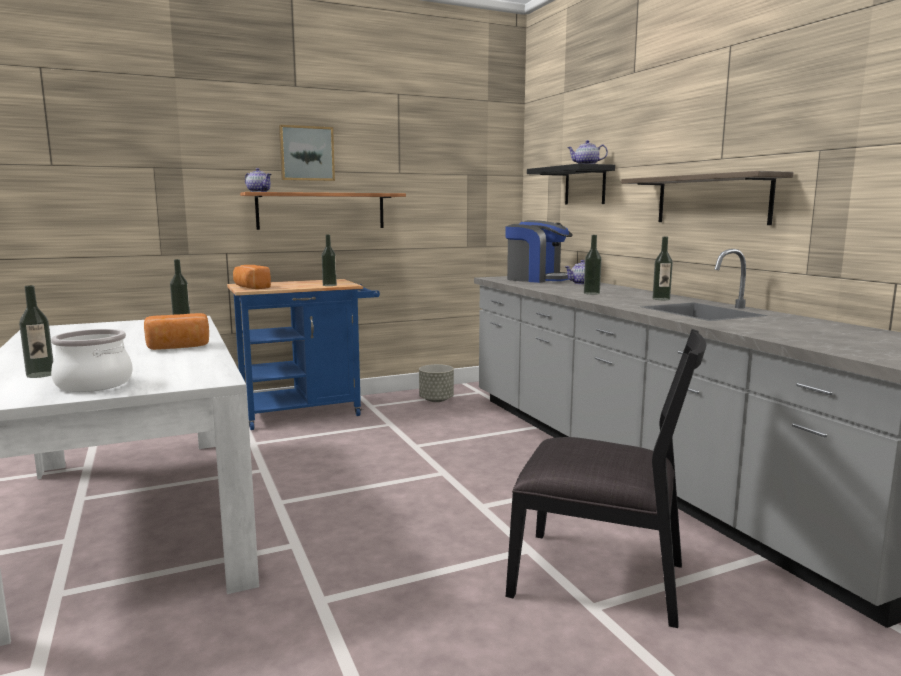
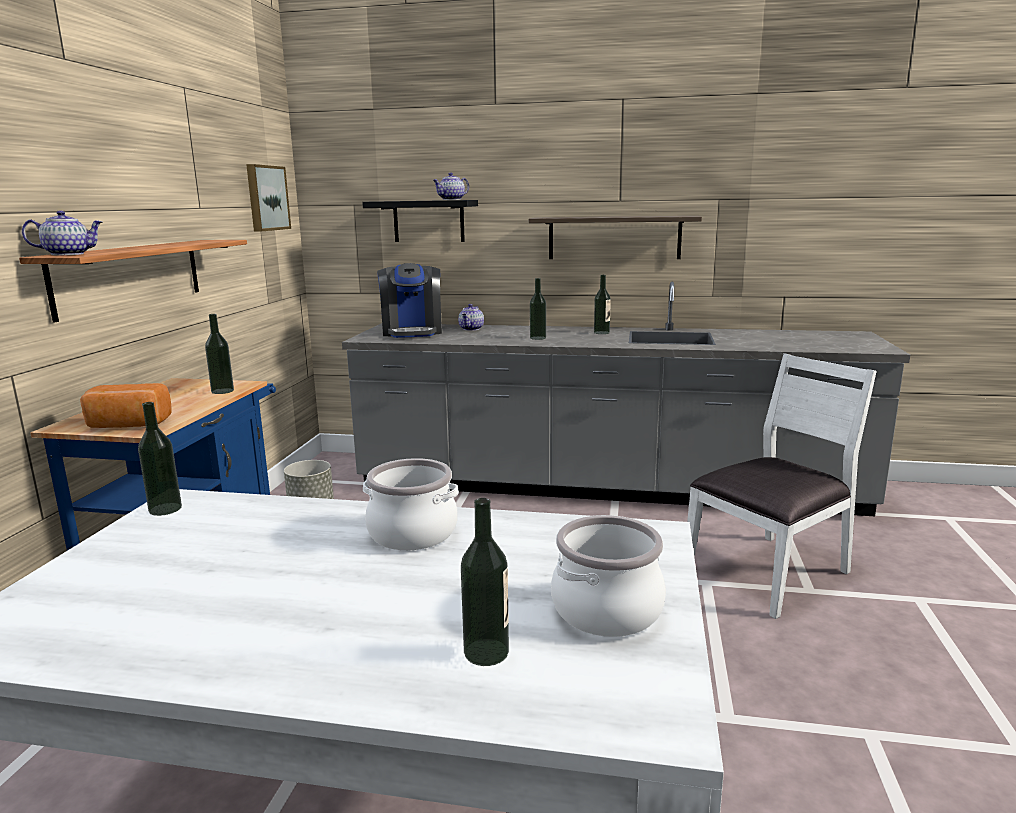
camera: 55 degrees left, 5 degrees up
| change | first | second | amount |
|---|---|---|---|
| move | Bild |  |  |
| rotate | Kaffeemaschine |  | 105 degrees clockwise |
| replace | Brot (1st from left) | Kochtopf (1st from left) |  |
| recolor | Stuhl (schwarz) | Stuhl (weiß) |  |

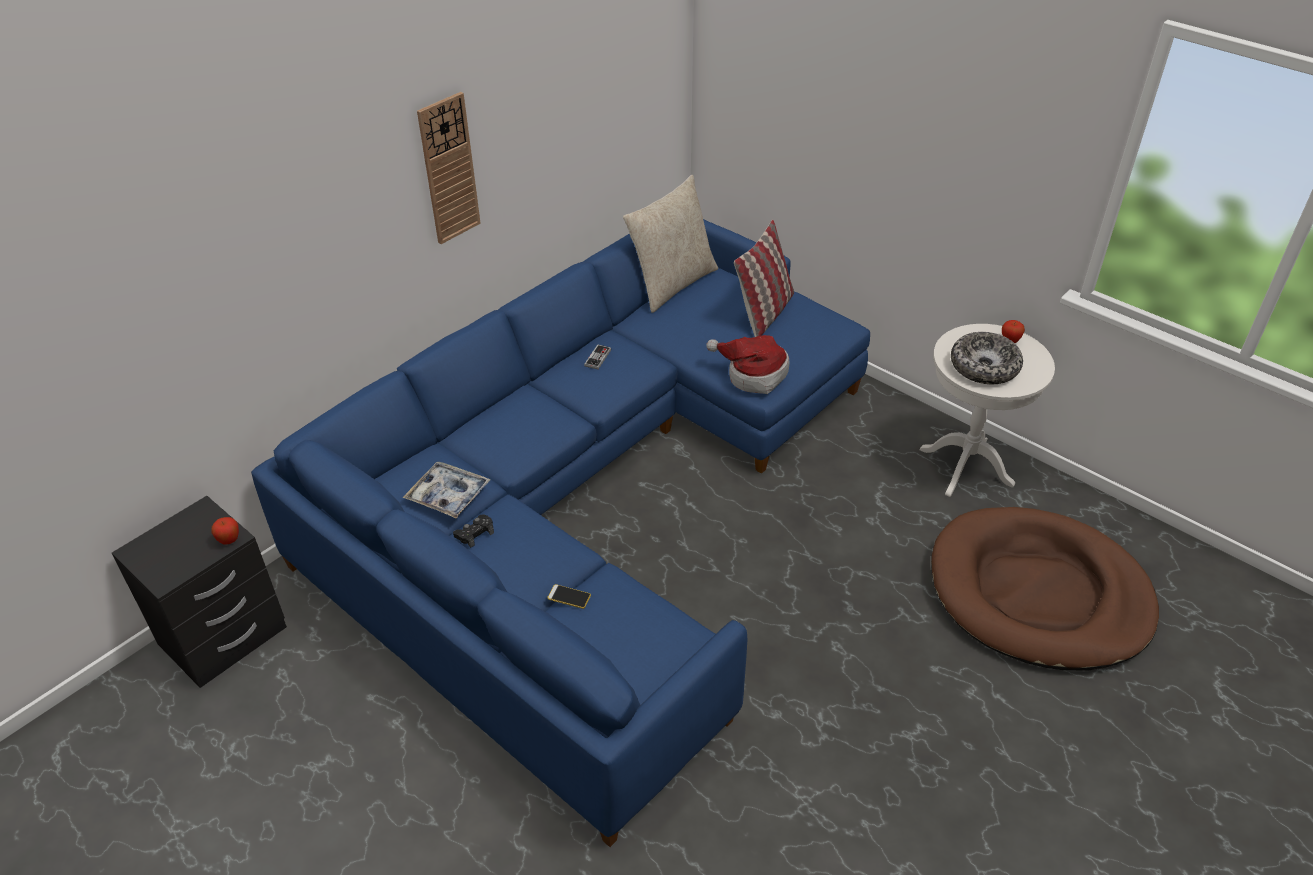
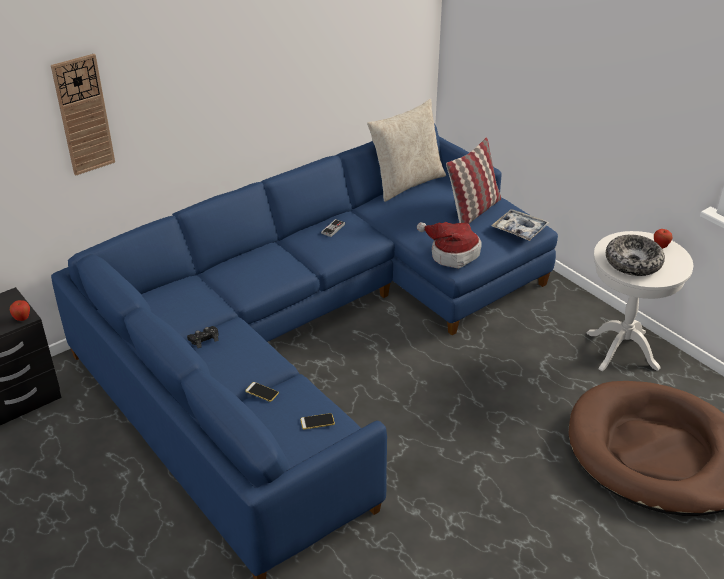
camera: 10 degrees right, 5 degrees down
| change | first | second | amount |
|---|---|---|---|
| move | Wanduhr |  |  |
| move | Tablett |  |  |
| insert |  | Handy (2nd from left) |  |

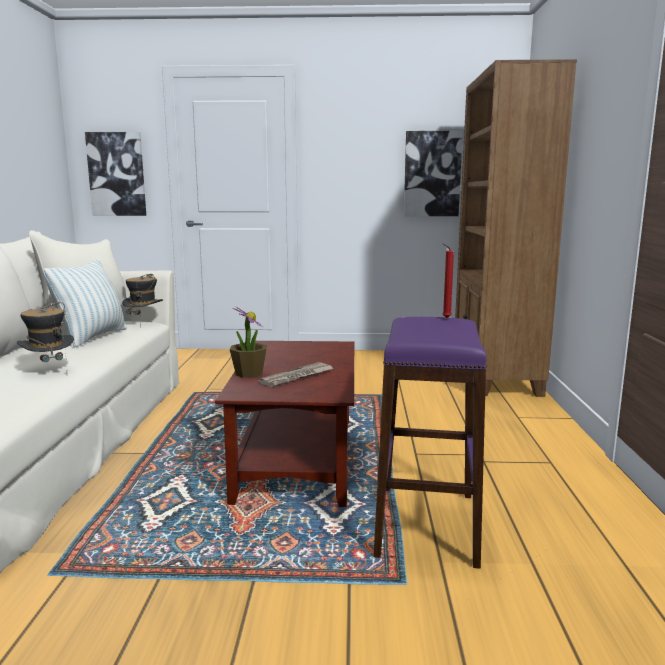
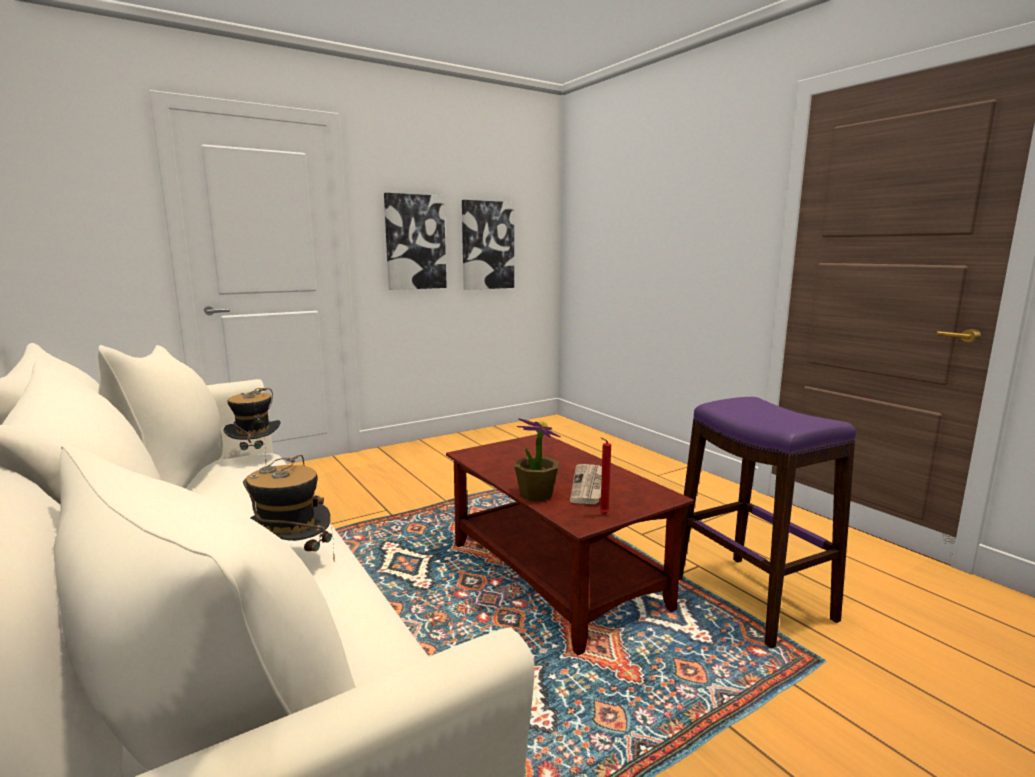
camera: 35 degrees left, 0 degrees up
| change | first | second | amount |
|---|---|---|---|
| delete | Bücherregal (braun) |  |  |
| move | Bild (1st from left) |  |  |
| move | Kerze (rot) |  |  |
| delete | Kissen |  |  |

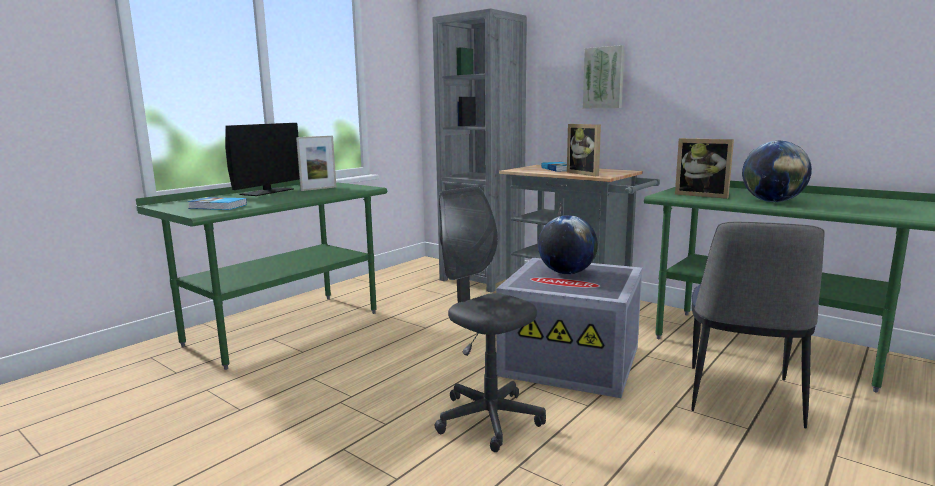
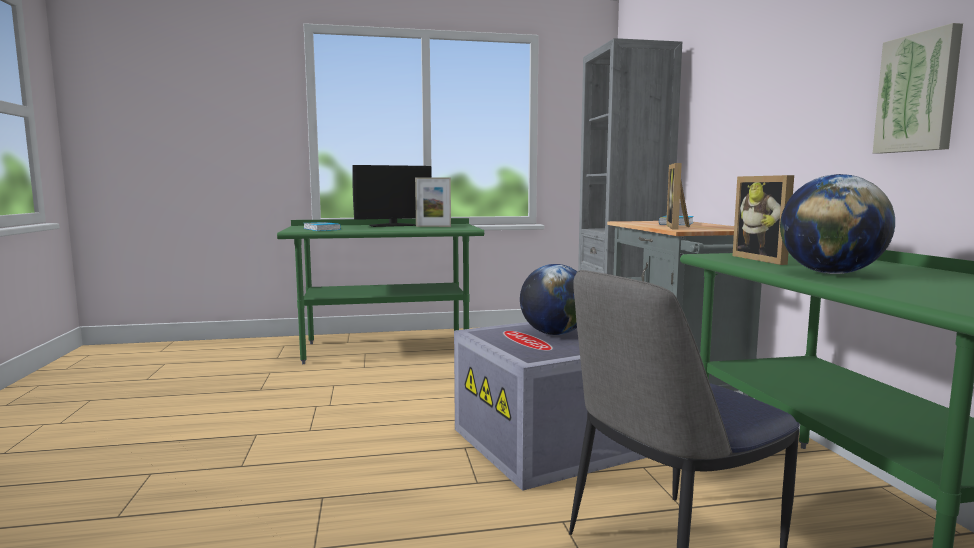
camera: 40 degrees right, 5 degrees down
| change | first | second | amount |
|---|---|---|---|
| move | Bild |  |  |
| delete | Bürostuhl (grau) |  |  |

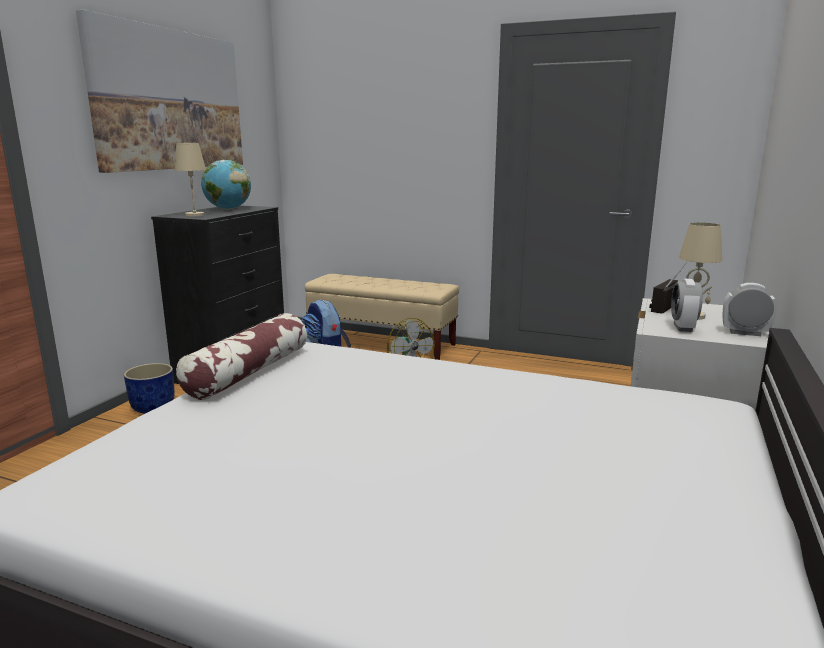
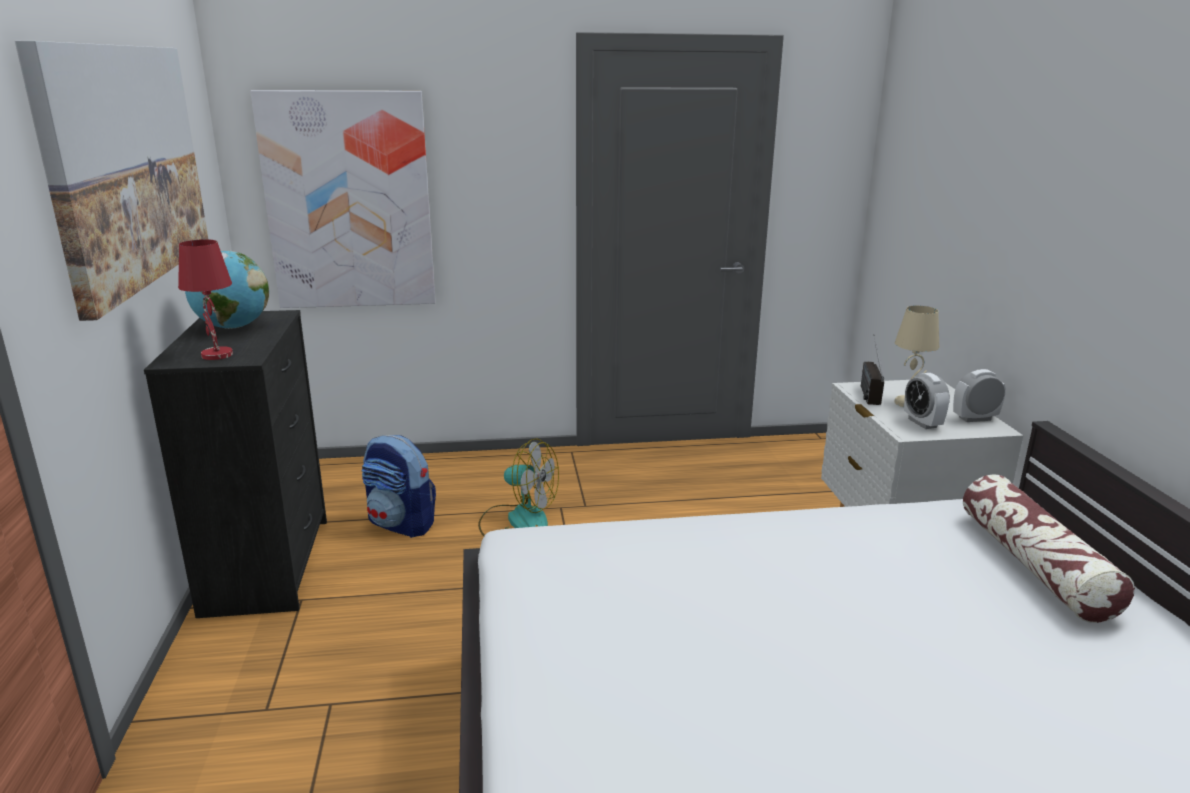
camera: 30 degrees left, 5 degrees up
| change | first | second | amount |
|---|---|---|---|
| recolor | Tischlampe (beige) (1st from left) | Tischlampe (rot) |  |
| delete | Bank (beige) |  |  |
| move | Kissen |  |  |
| delete | Pflanzkübel (blau) |  |  |
| insert |  | Bild (2nd from left) |  |

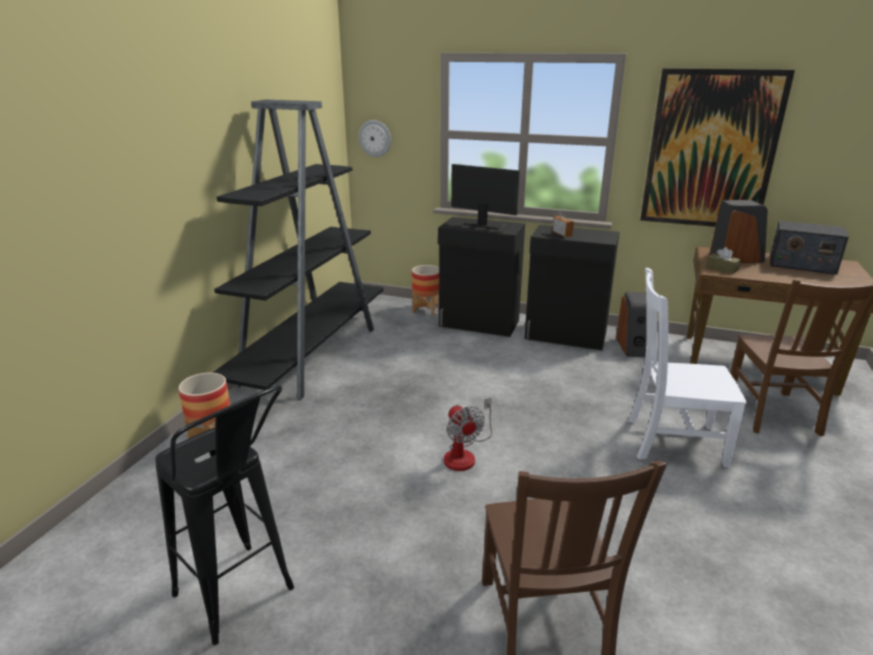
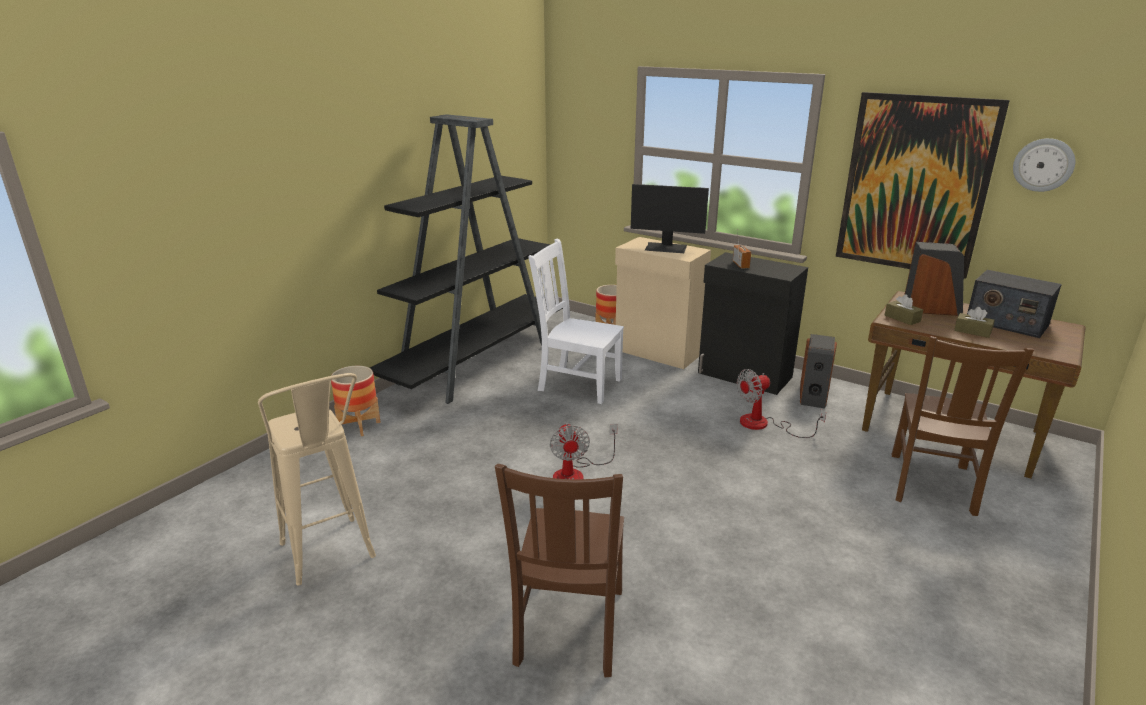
camera: 15 degrees right, 0 degrees up
| change | first | second | amount |
|---|---|---|---|
| move | Wanduhr |  |  |
| rotate | Monitor |  | 150 degrees clockwise |
| recolor | Schrank (schwarz) (1st from left) | Schrank (beige) |  |
| move | Stuhl (weiß) |  |  |
| recolor | Hocker (schwarz) | Hocker (beige) |  |
| insert |  | Taschentuchbox (braun) (2nd from left) |  |
| insert |  | Ventilator (2nd from left) |  |

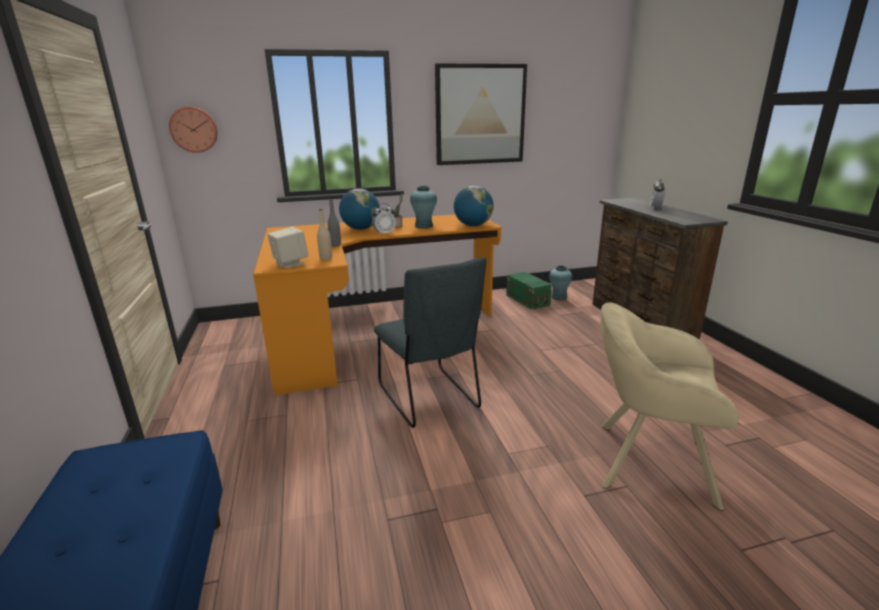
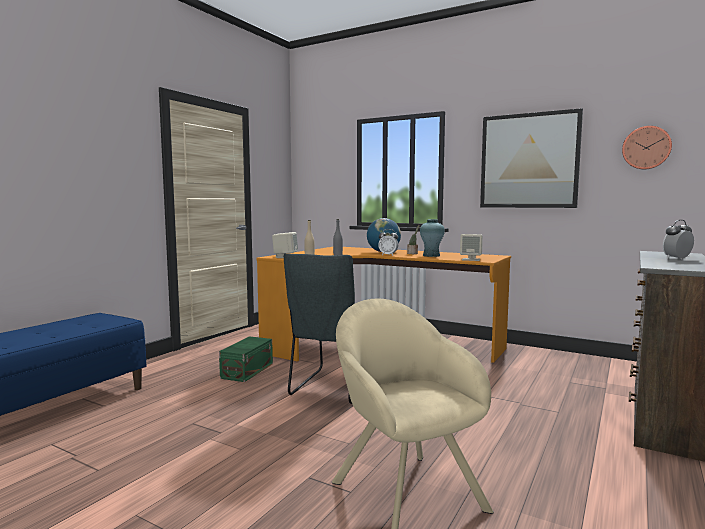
camera: 45 degrees right, 15 degrees down
| change | first | second | amount |
|---|---|---|---|
| move | Wanduhr |  |  |
| replace | Globus (2nd from left) | Lautsprecher (beige) (2nd from left) |  |
| delete | Vase (türkis) (2nd from left) |  |  |
| move | Aufbewahrungsbox (grün) |  |  |

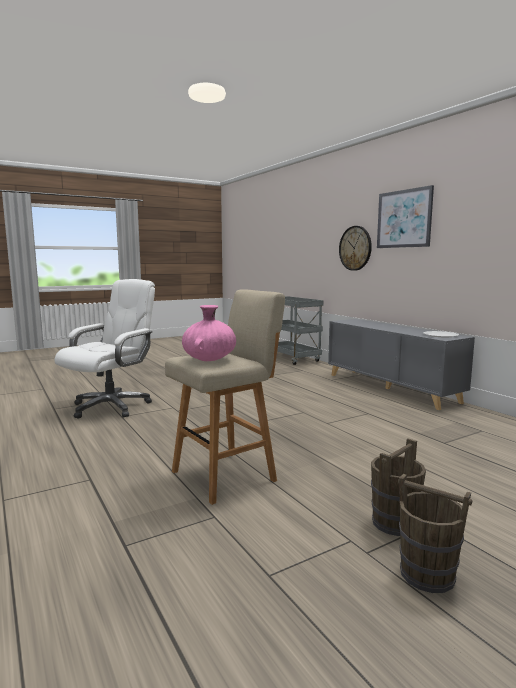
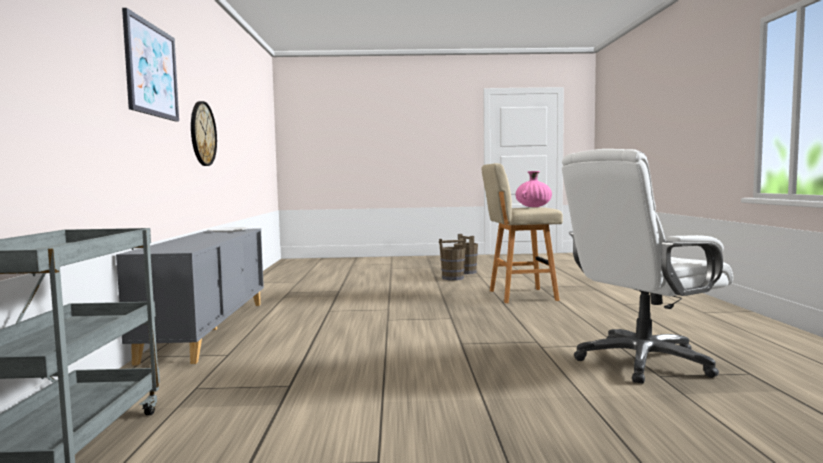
camera: 150 degrees left, 5 degrees down
| change | first | second | amount |
|---|---|---|---|
| move | Wanduhr |  |  |

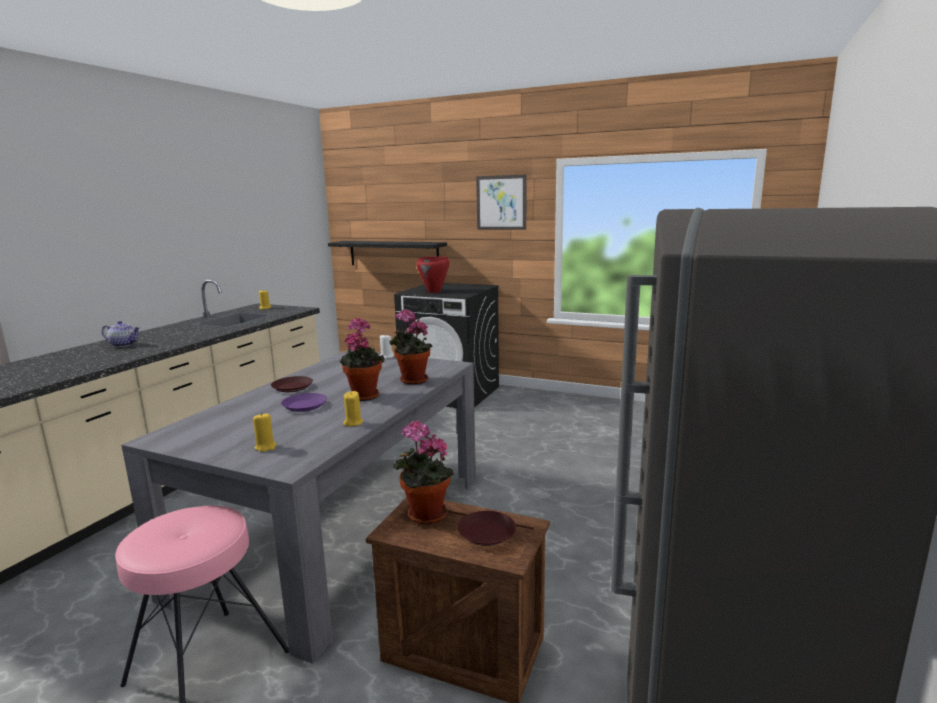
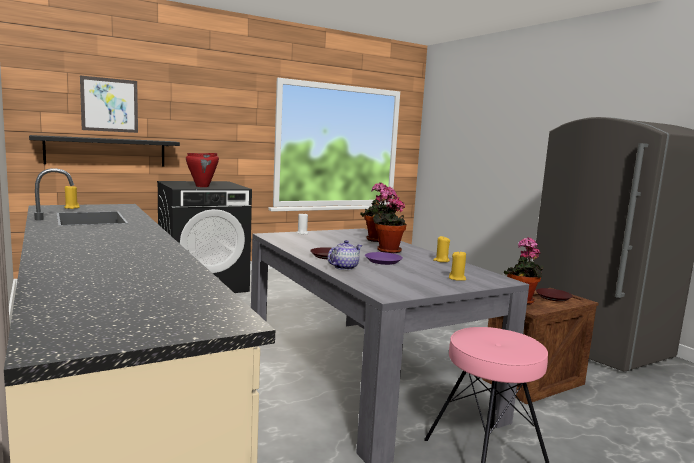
camera: 55 degrees left, 5 degrees down
| change | first | second | amount |
|---|---|---|---|
| move | Bild |  |  |
| move | Teekanne |  |  |

